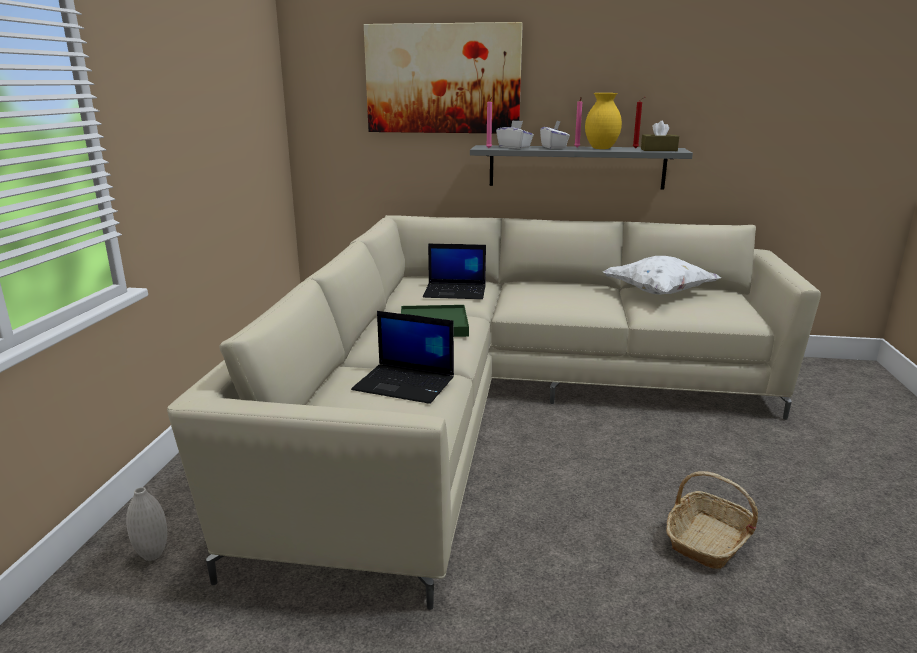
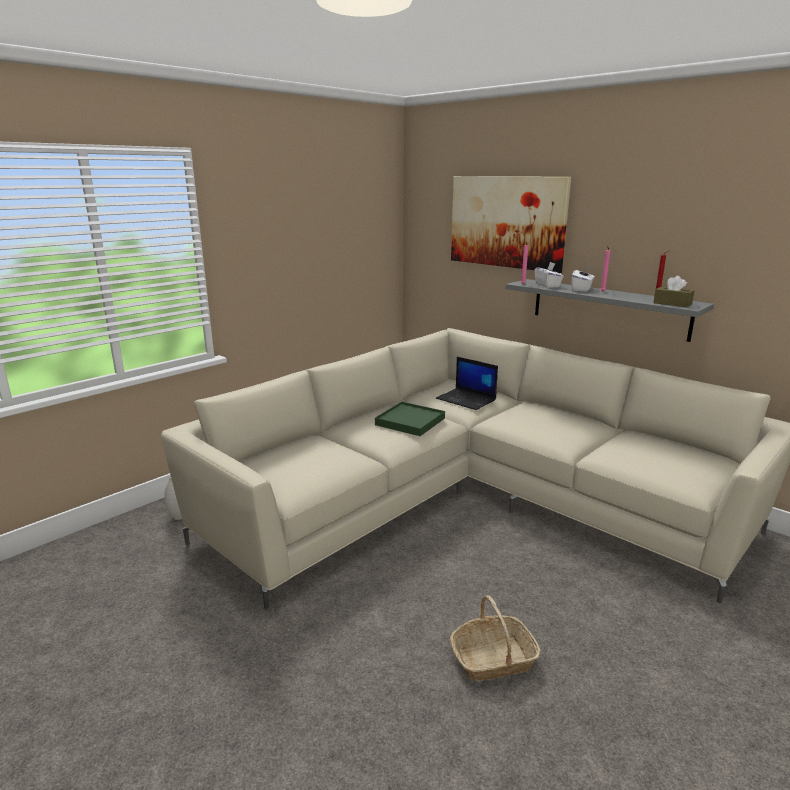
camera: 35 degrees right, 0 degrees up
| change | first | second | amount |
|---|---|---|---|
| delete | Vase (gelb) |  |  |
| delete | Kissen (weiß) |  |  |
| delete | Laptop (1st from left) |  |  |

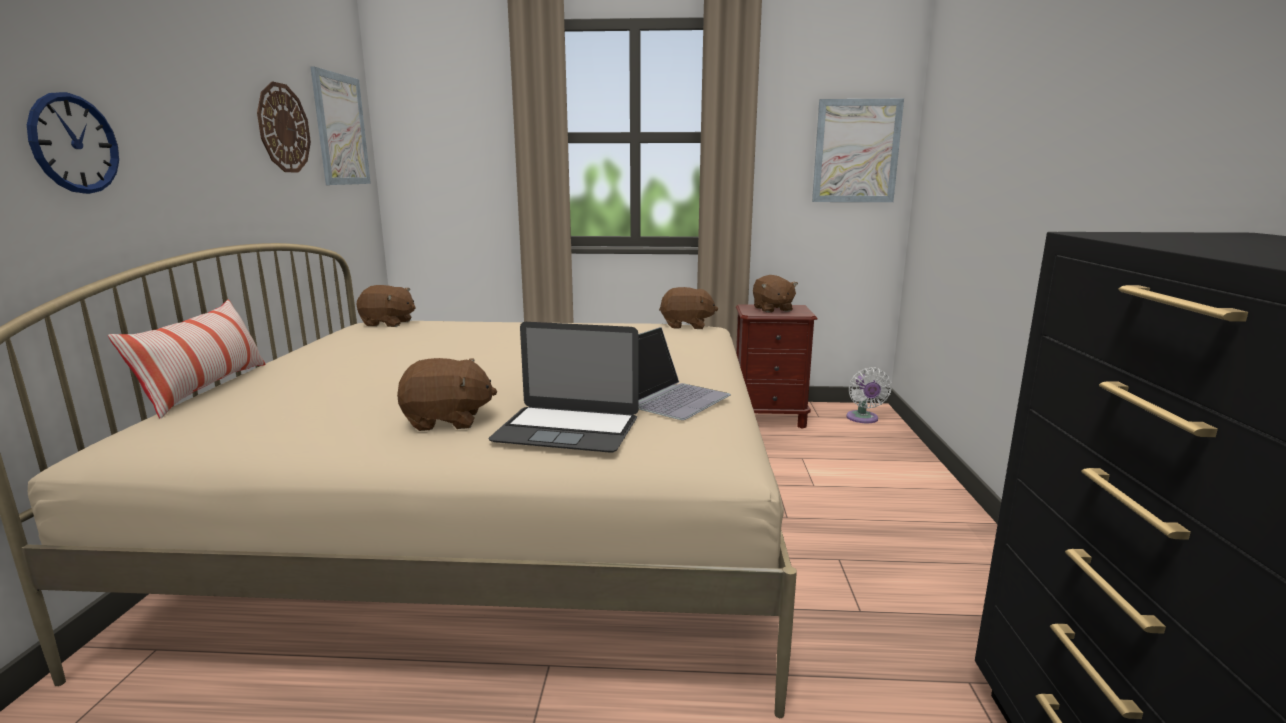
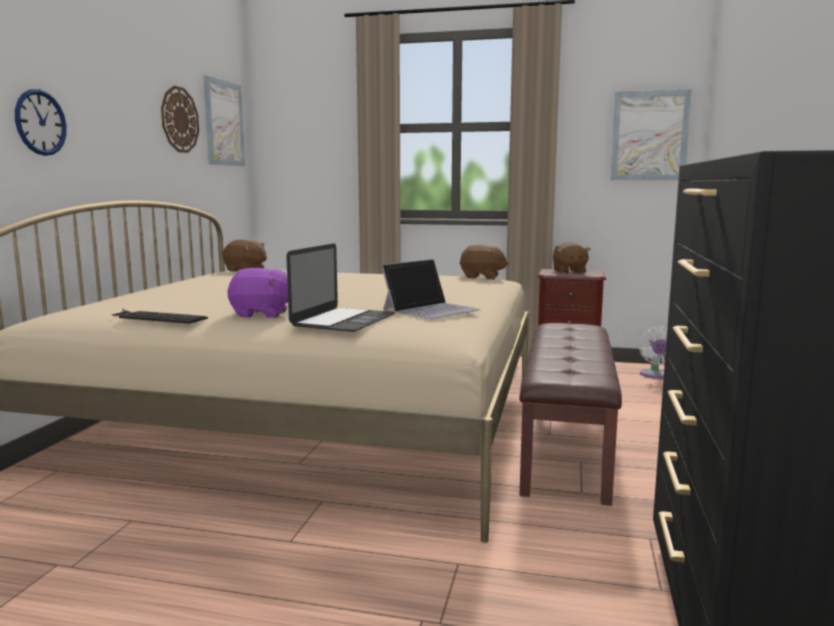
camera: 10 degrees right, 5 degrees down
| change | first | second | amount |
|---|---|---|---|
| delete | Kissen |  |  |
| rotate | Laptop (1st from left) |  | 90 degrees counterclockwise |
| recolor | Plüschtier (braun) (2nd from left) | Plüschtier (lila) |  |
| insert |  | Tastatur |  |
| insert |  | Bank (braun) |  |

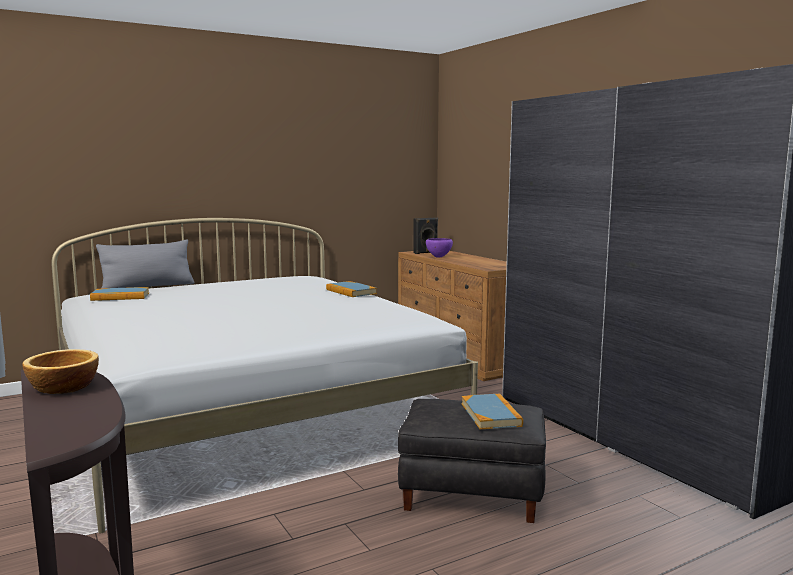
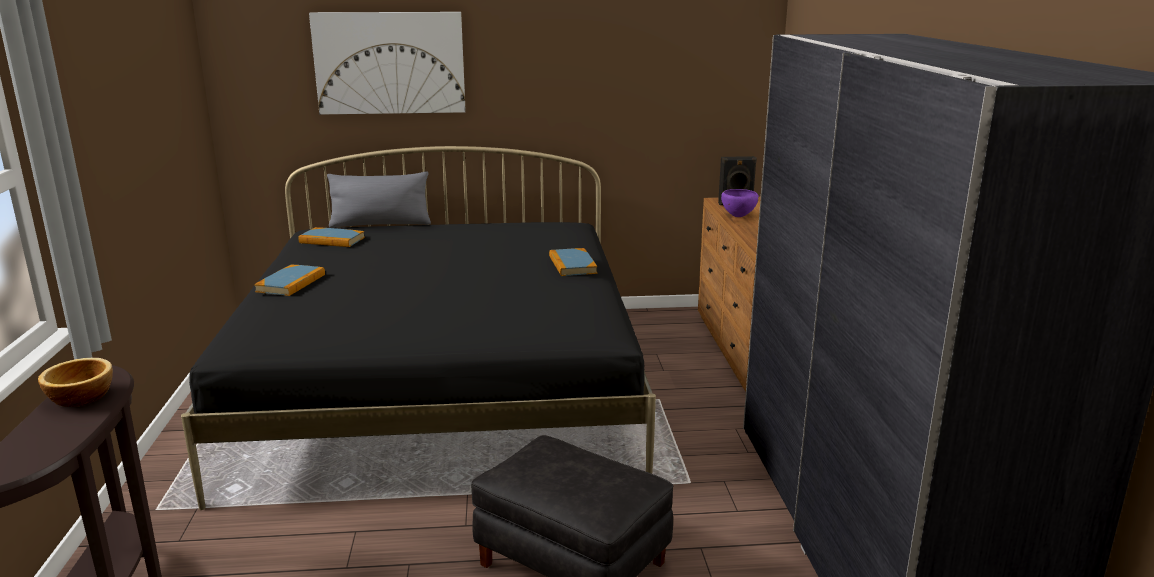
camera: 25 degrees right, 10 degrees up
| change | first | second | amount |
|---|---|---|---|
| recolor | Bett (weiß) | Bett (schwarz) |  |
| move | Buch (3rd from left in the first image) | Buch (1st from left) |  |
| insert |  | Bild |  |

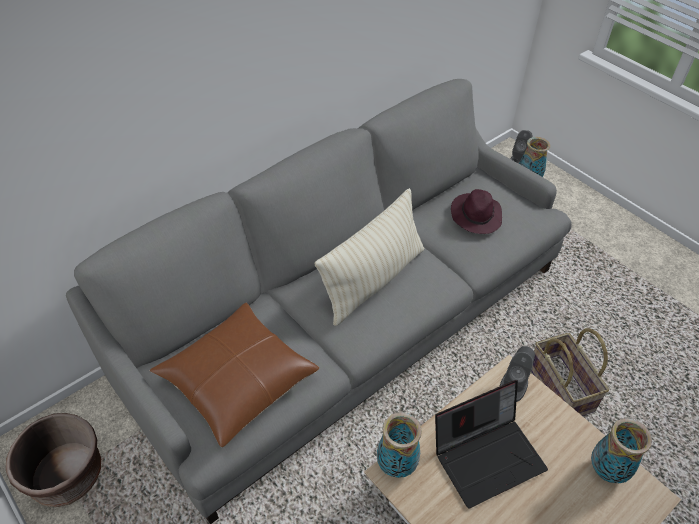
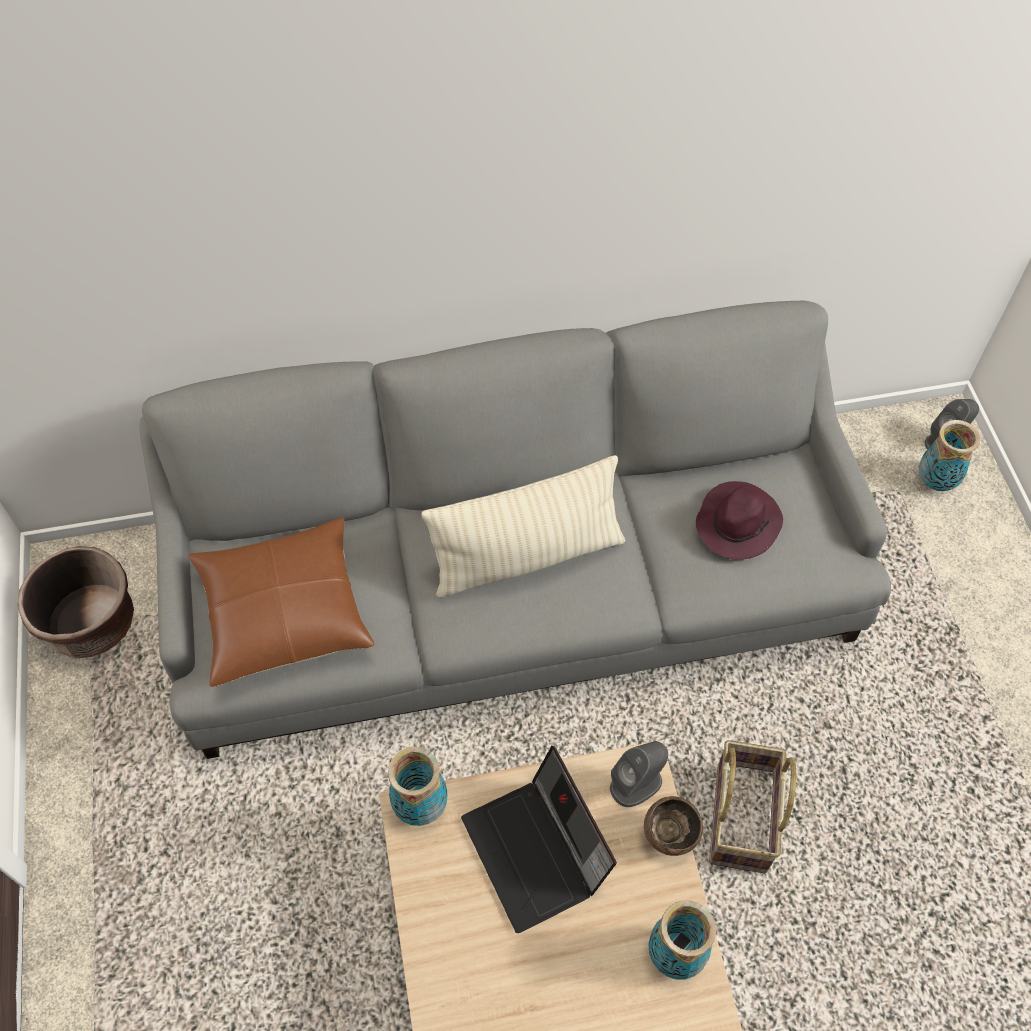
camera: 30 degrees right, 10 degrees up
| change | first | second | amount |
|---|---|---|---|
| rotate | Laptop |  | 60 degrees clockwise |
| insert |  | Schüssel (braun) |  |

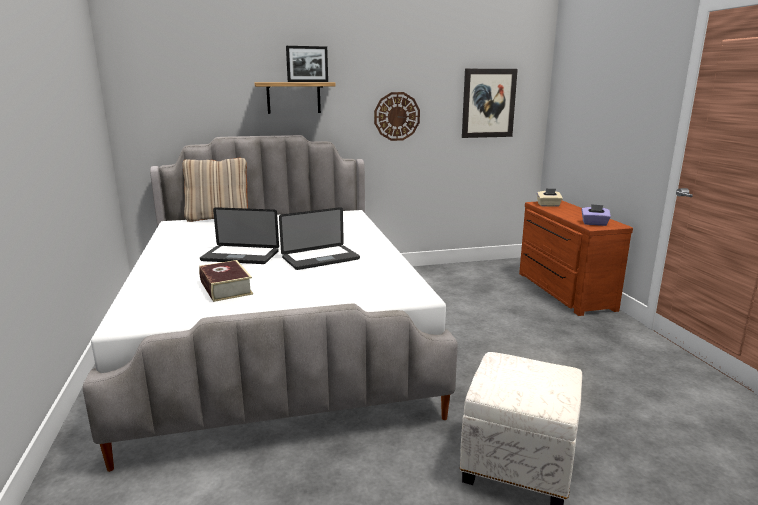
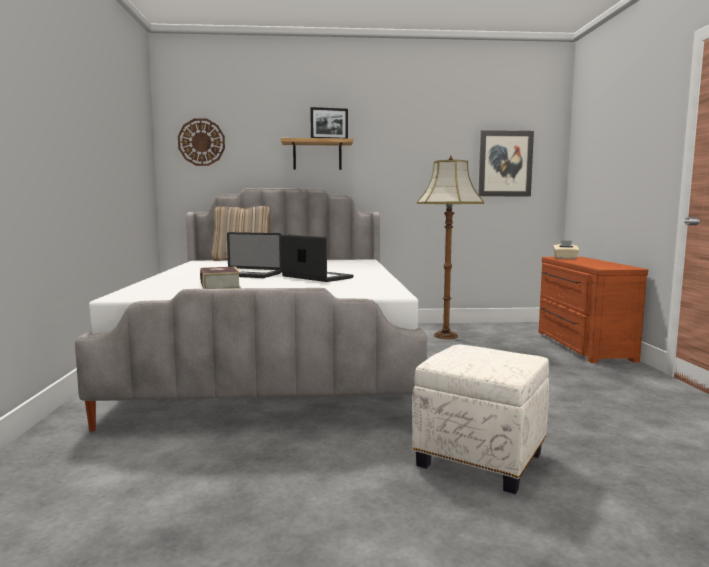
camera: 10 degrees right, 10 degrees down
| change | first | second | amount |
|---|---|---|---|
| move | Wanduhr |  |  |
| delete | Taschentuchbox (lila) |  |  |
| rotate | Laptop (2nd from left) |  | 120 degrees counterclockwise |
| insert |  | Stehlampe |  |

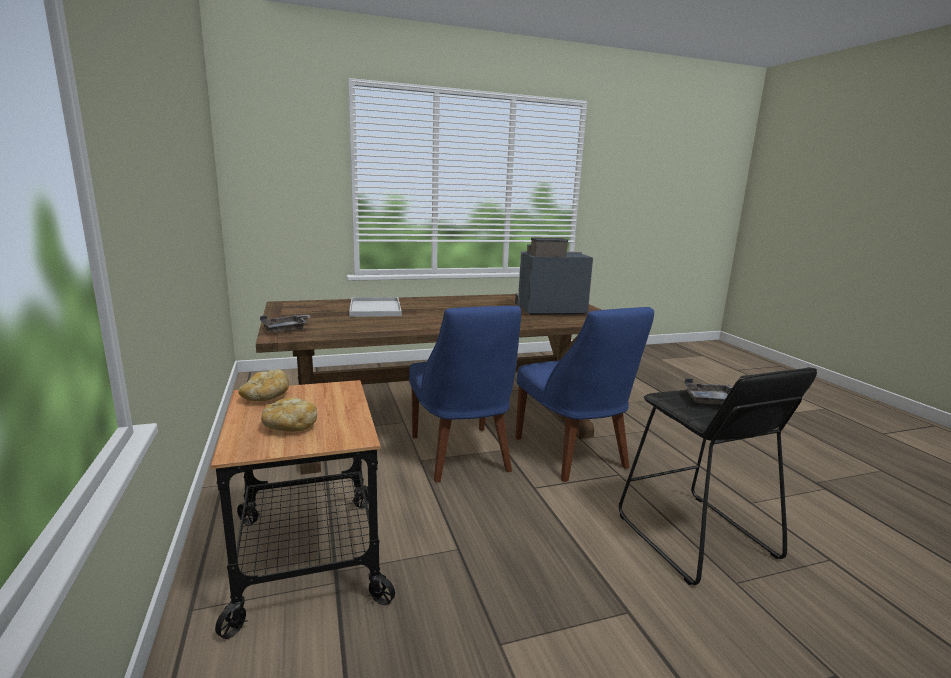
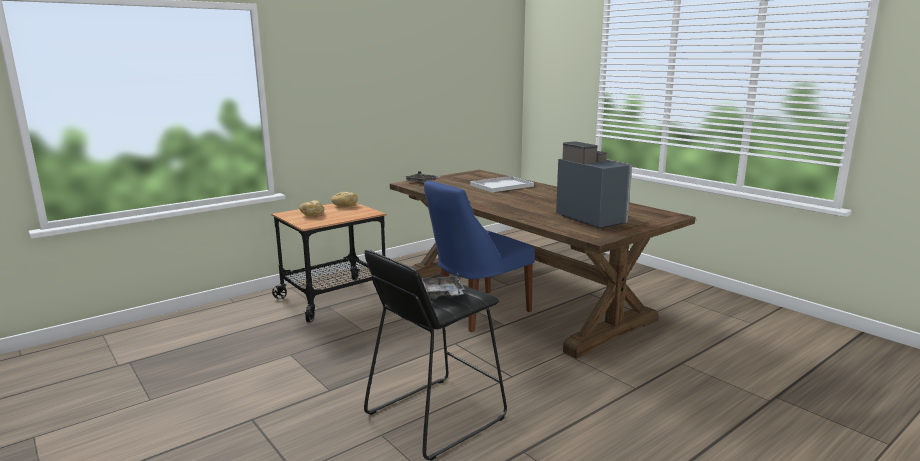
camera: 70 degrees right, 0 degrees up
| change | first | second | amount |
|---|---|---|---|
| delete | Stuhl (blau) (2nd from left) |  |  |

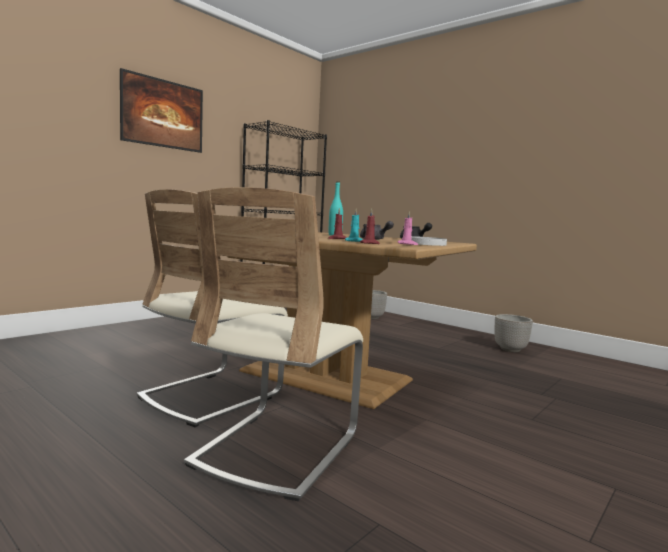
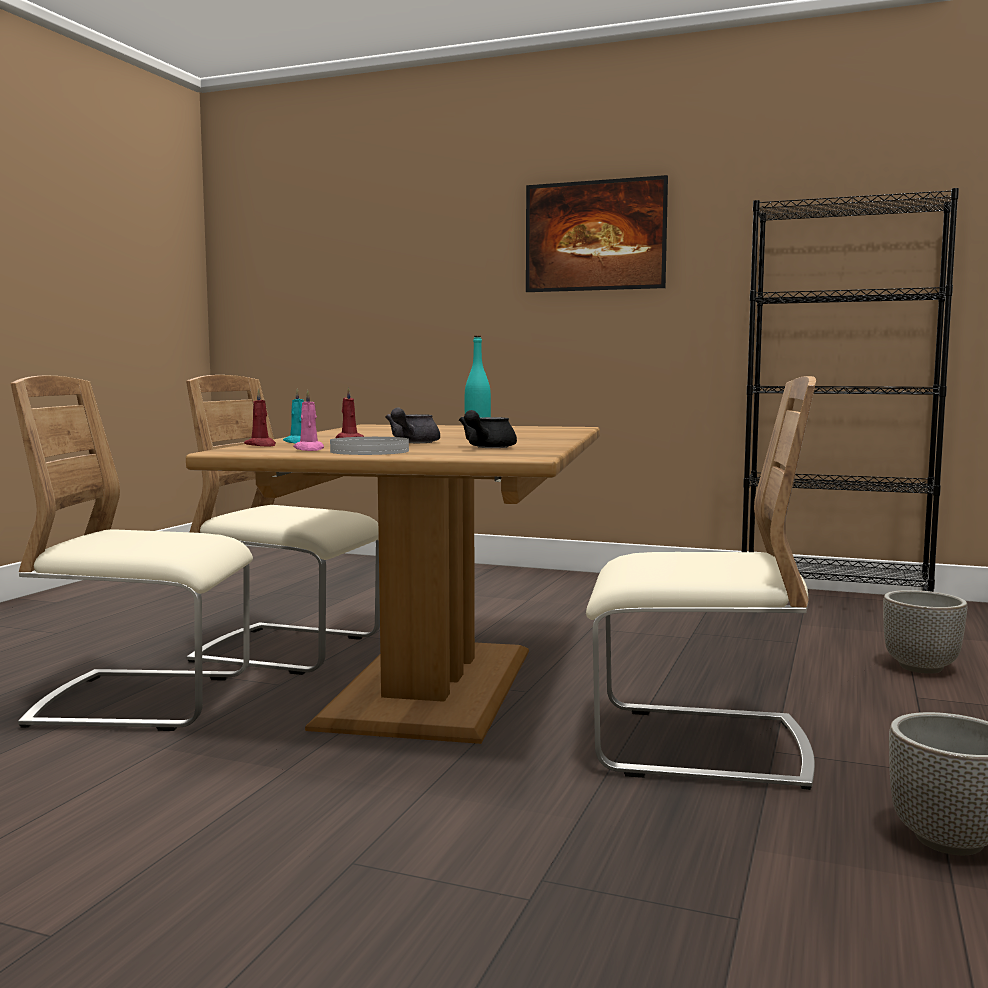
camera: 70 degrees right, 0 degrees up
| change | first | second | amount |
|---|---|---|---|
| insert |  | Stuhl (beige) (3rd from left) |  |

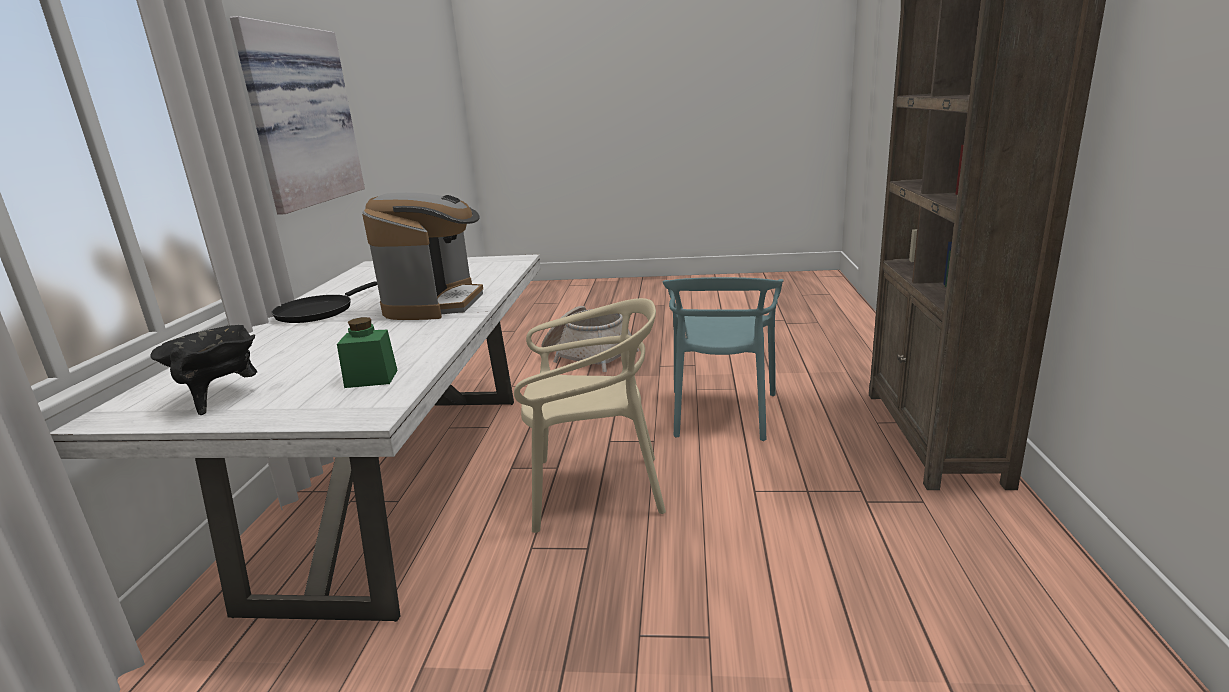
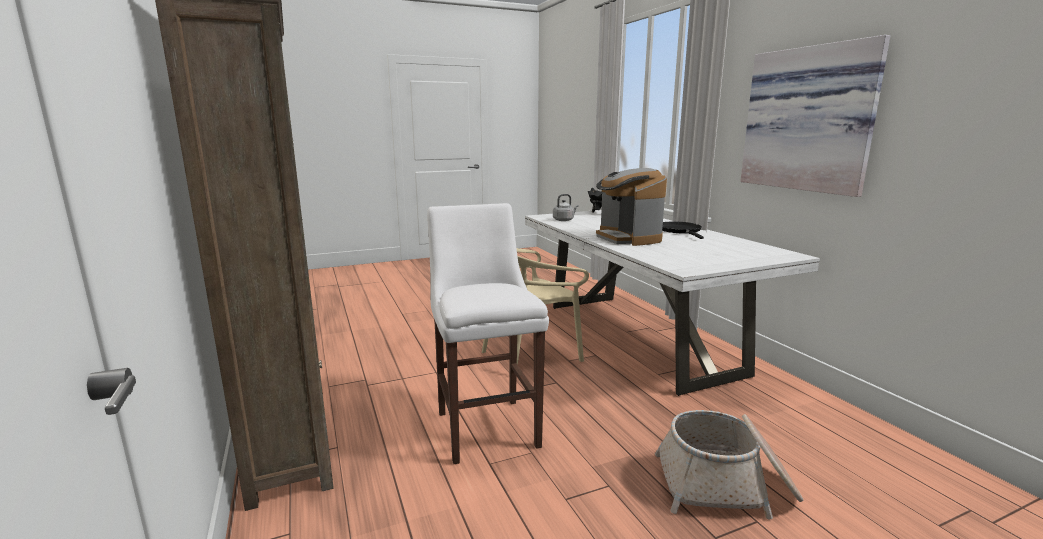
camera: 150 degrees right, 5 degrees down
| change | first | second | amount |
|---|---|---|---|
| replace | Stuhl (türkis) | Hocker (weiß) |  |
| replace | Vorratsglas (grün) | Wasserkessel (grau) |  |

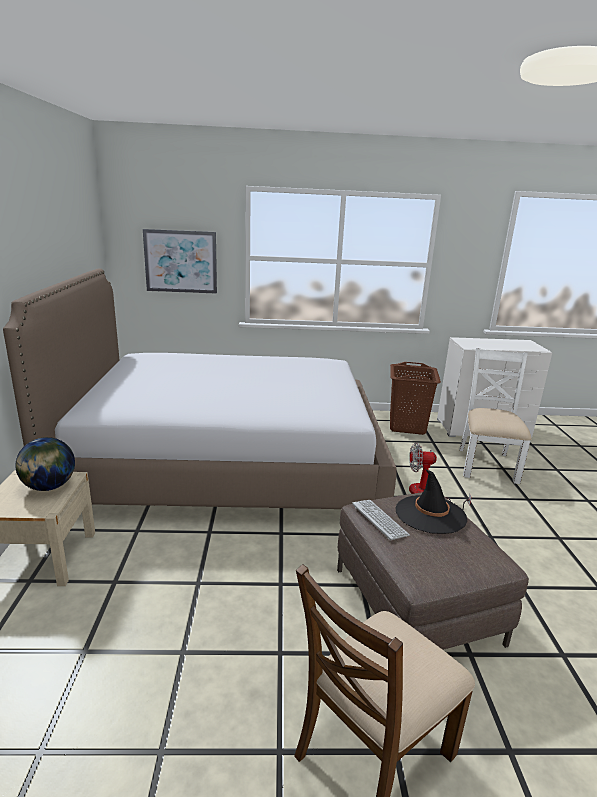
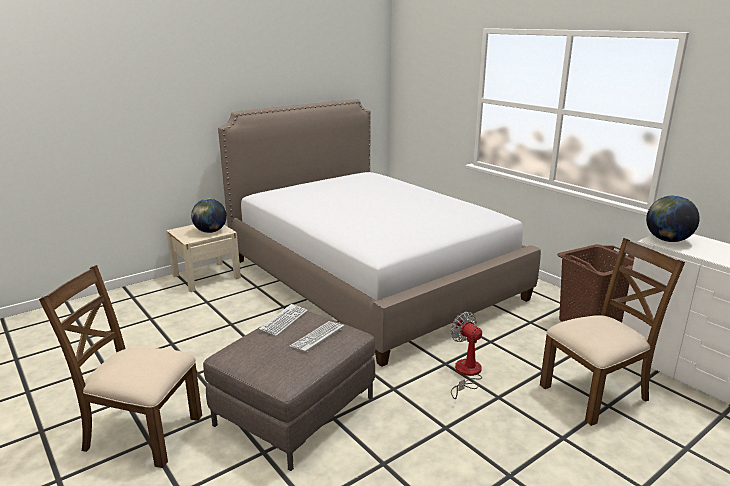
camera: 55 degrees right, 0 degrees up
| change | first | second | amount |
|---|---|---|---|
| delete | Bild |  |  |
| recolor | Stuhl (weiß) | Stuhl (braun) (2nd from left) |  |
| replace | Hut (schwarz) | Tastatur (2nd from left) |  |
| insert |  | Globus (2nd from left) |  |

